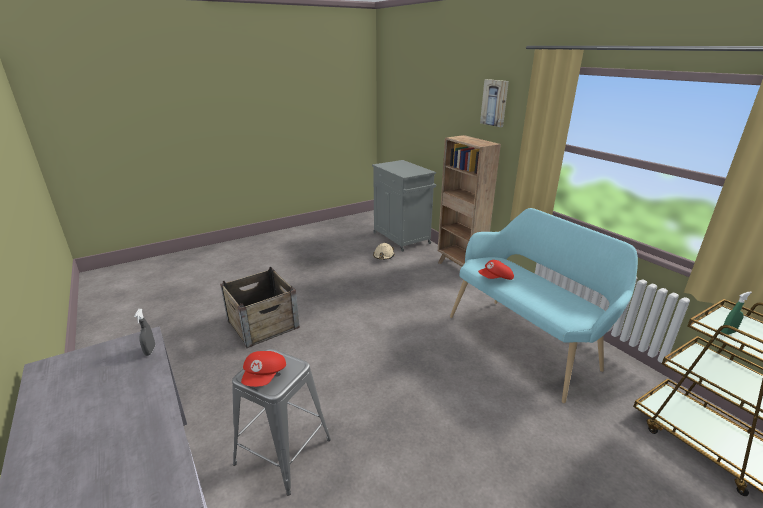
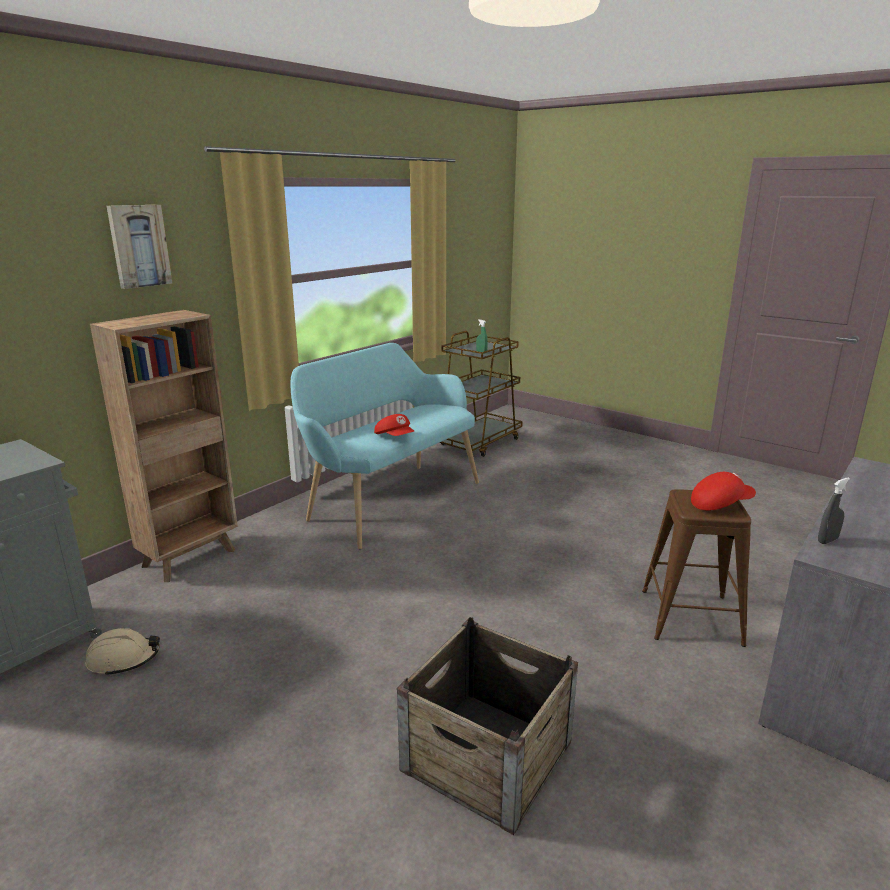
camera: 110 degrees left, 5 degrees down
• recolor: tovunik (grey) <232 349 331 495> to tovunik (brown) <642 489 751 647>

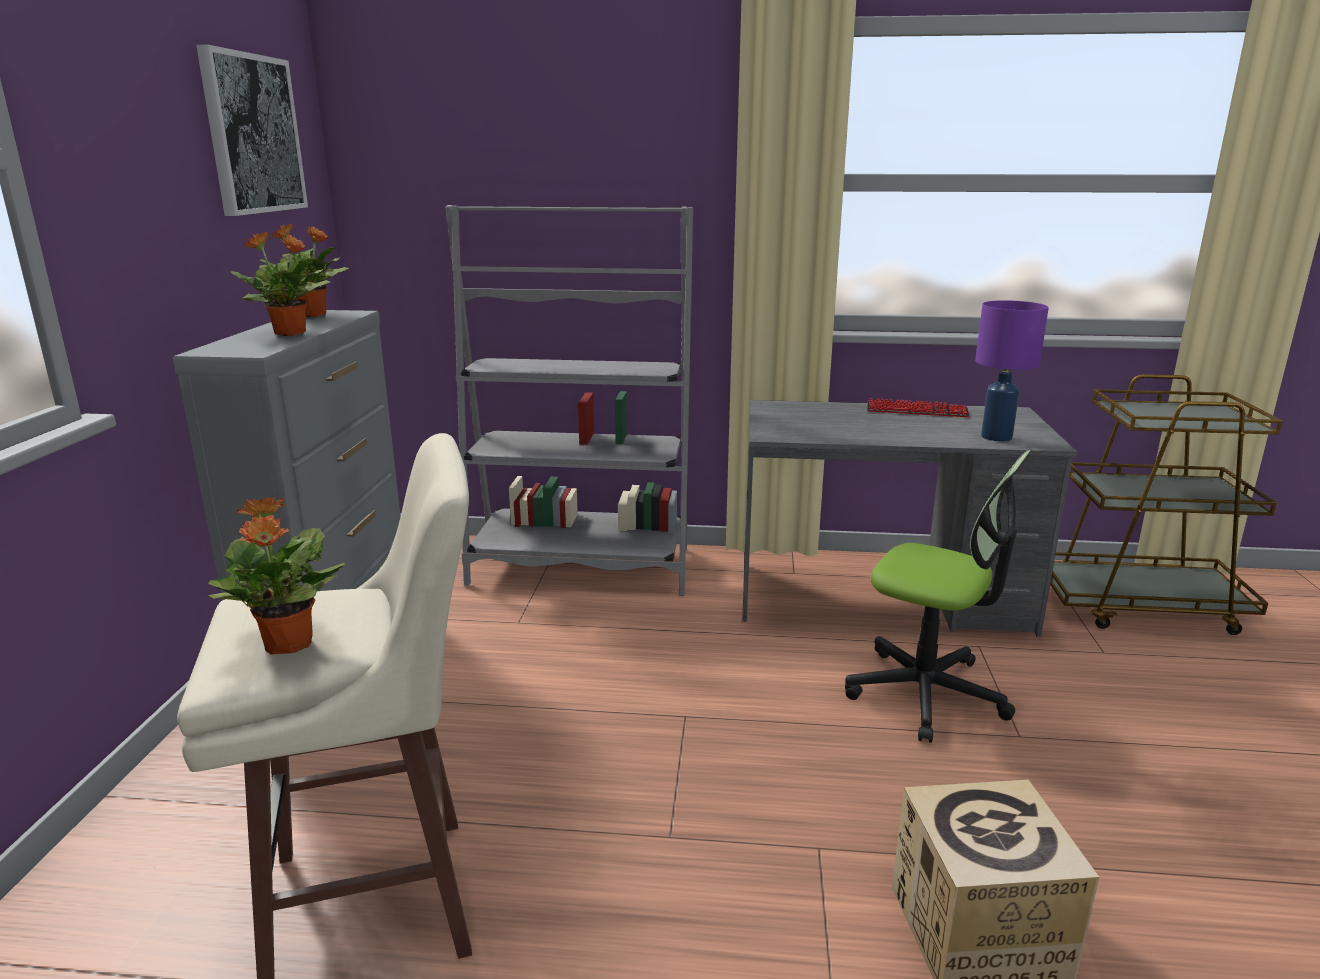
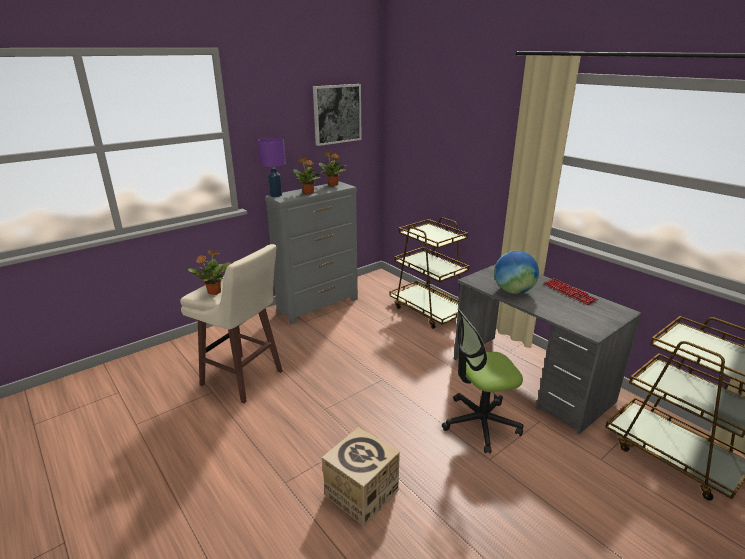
camera: 45 degrees right, 5 degrees up
• move: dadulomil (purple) <975 300 1049 441> to <258 138 286 197>
• replace: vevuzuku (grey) <445 205 693 596> to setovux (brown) <389 217 469 329>
• rotate: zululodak <845 450 1031 743> = <442 309 523 454> 90 degrees clockwise
• insert: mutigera <494 251 539 294>

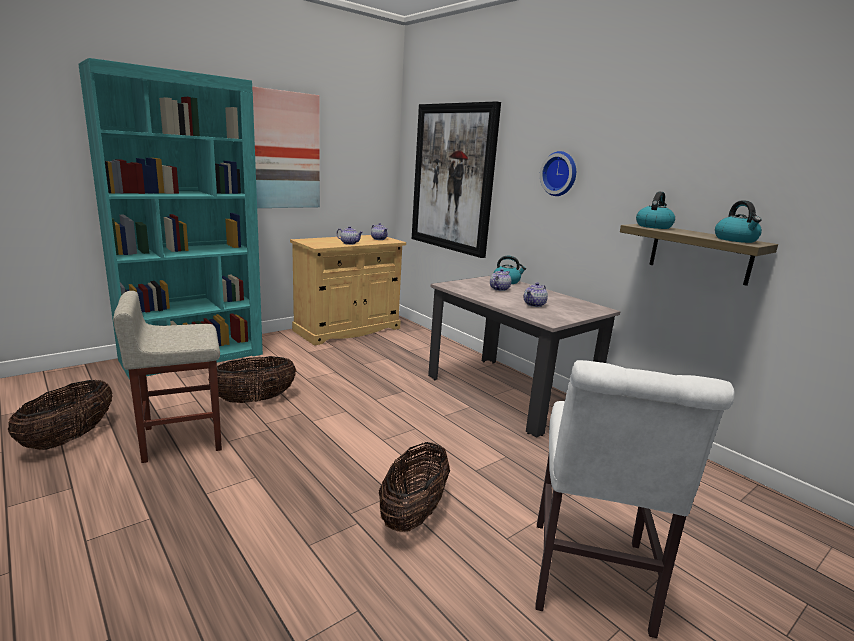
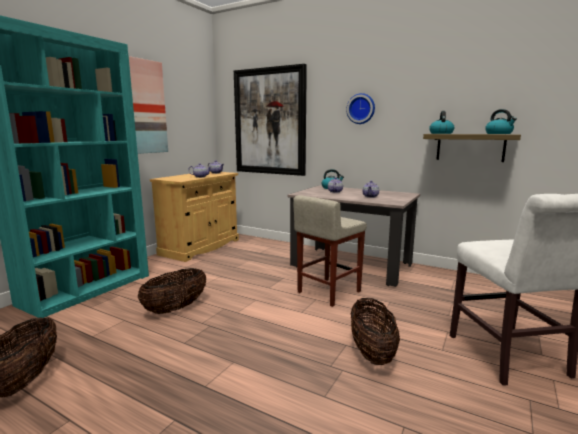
camera: 20 degrees left, 5 degrees down
• move: tovunik (beige) <113 291 222 463> to <293 195 367 307>

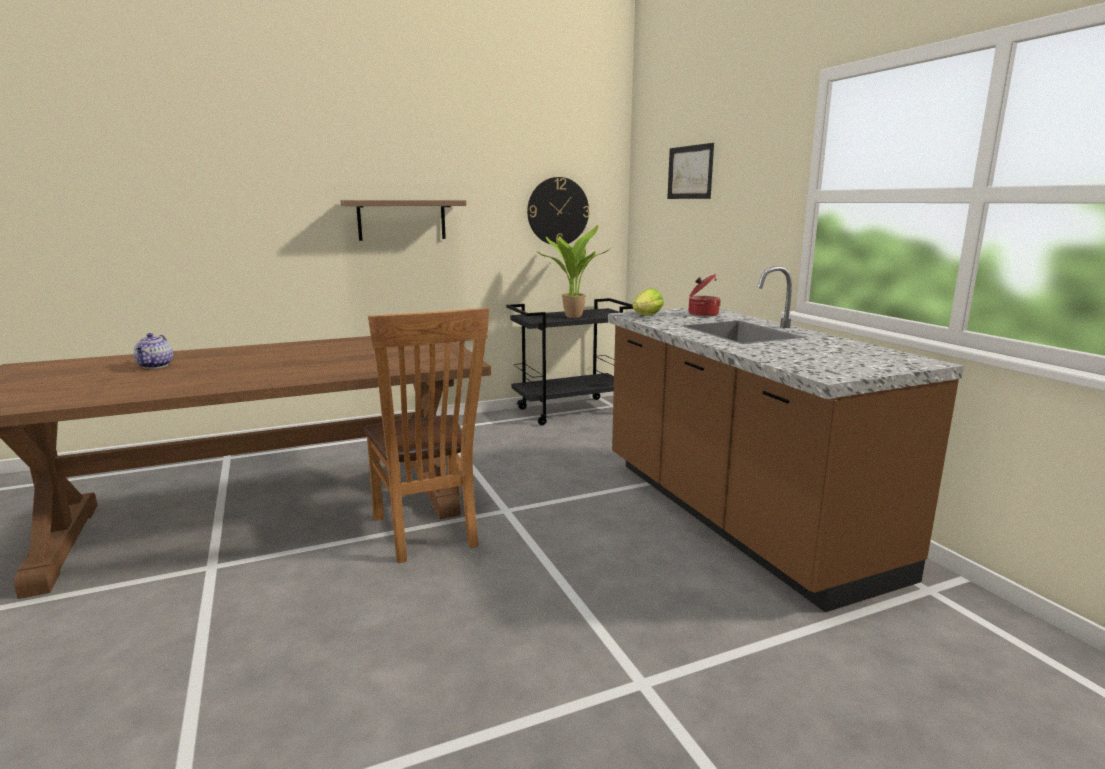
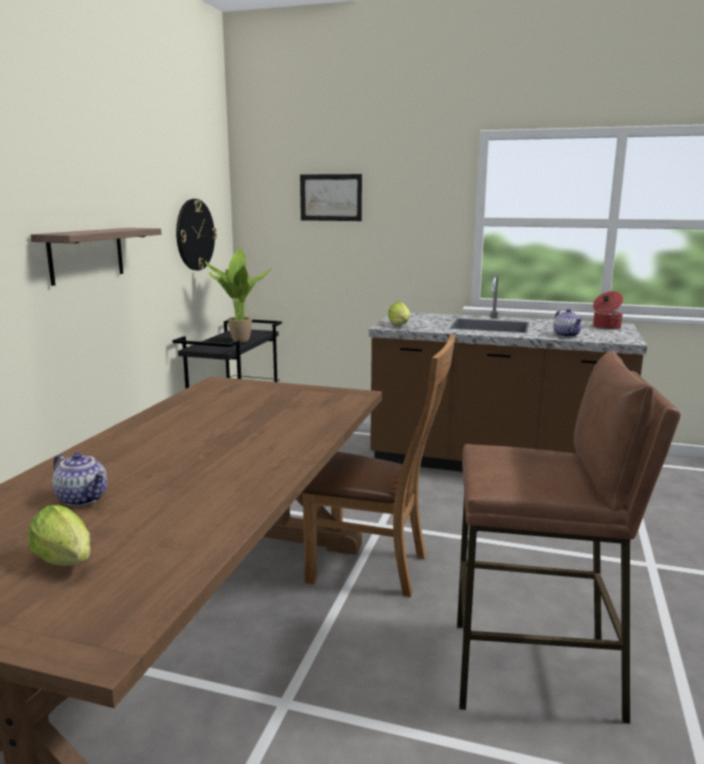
camera: 50 degrees left, 0 degrees up
• insert: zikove <28 505 90 566>
• insert: tovunik (brown) <457 350 681 724>
• insert: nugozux <553 309 582 337>
• move: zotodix <689 274 721 317> to <593 291 623 329>

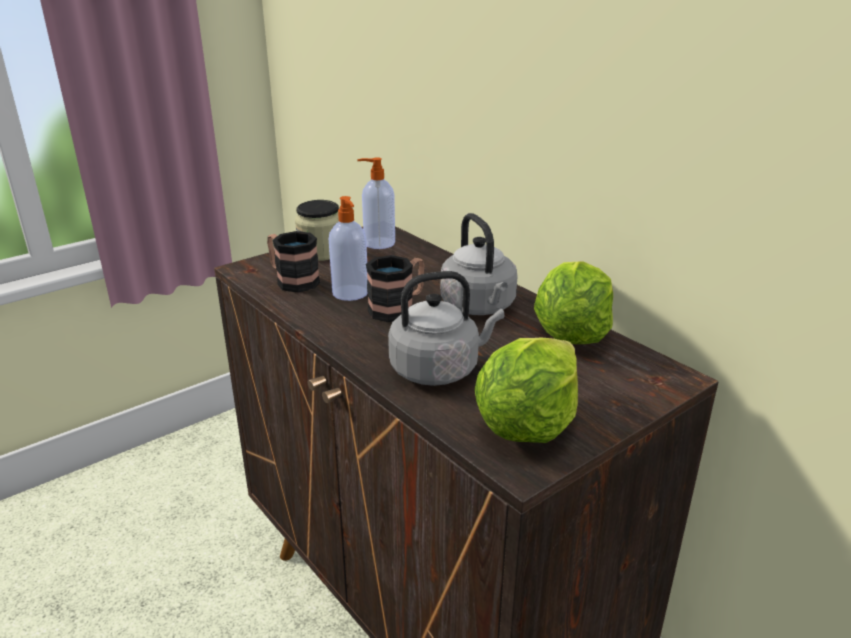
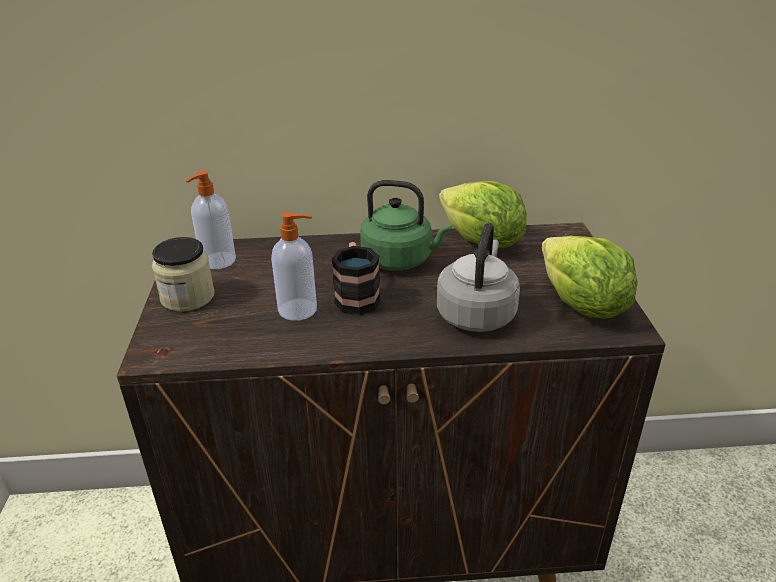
camera: 55 degrees left, 5 degrees up
• recolor: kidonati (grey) <440 213 518 315> to kidonati (green) <360 180 452 271>
• delete: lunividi <267 231 320 293>

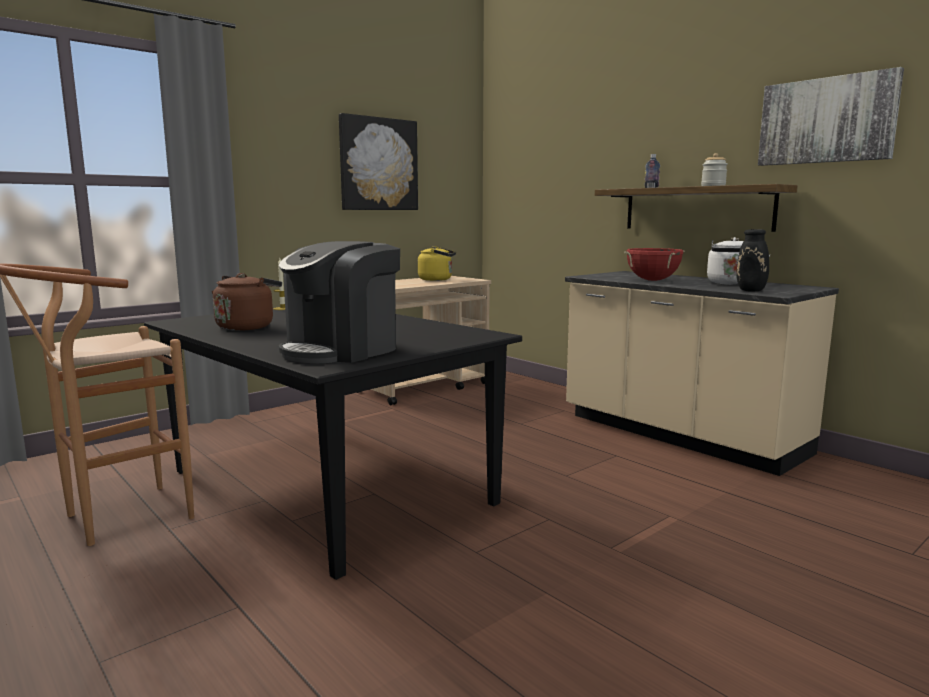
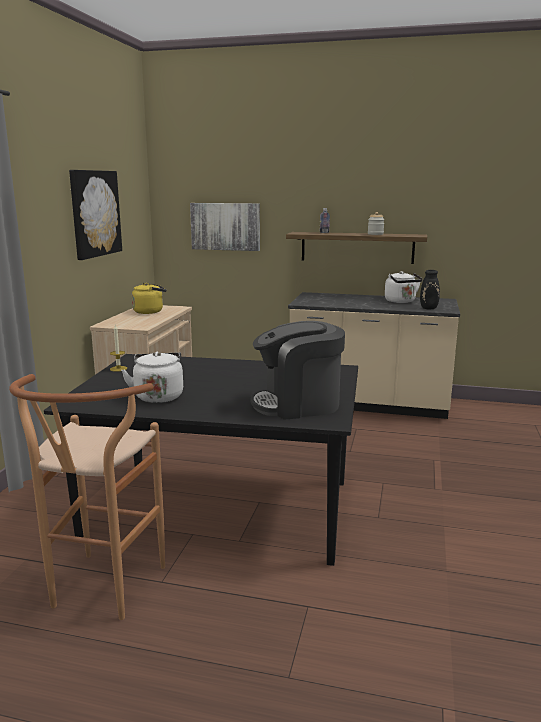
camera: 35 degrees left, 5 degrees up
• recolor: kidonati (brown) <212 273 282 331> to kidonati (white) <121 352 183 403>
• move: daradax <758 67 904 166> to <190 203 260 251>
• rotate: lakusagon <279 241 400 363> = <251 321 345 420> 75 degrees clockwise
• delete: zotodix (red) <624 248 685 281>

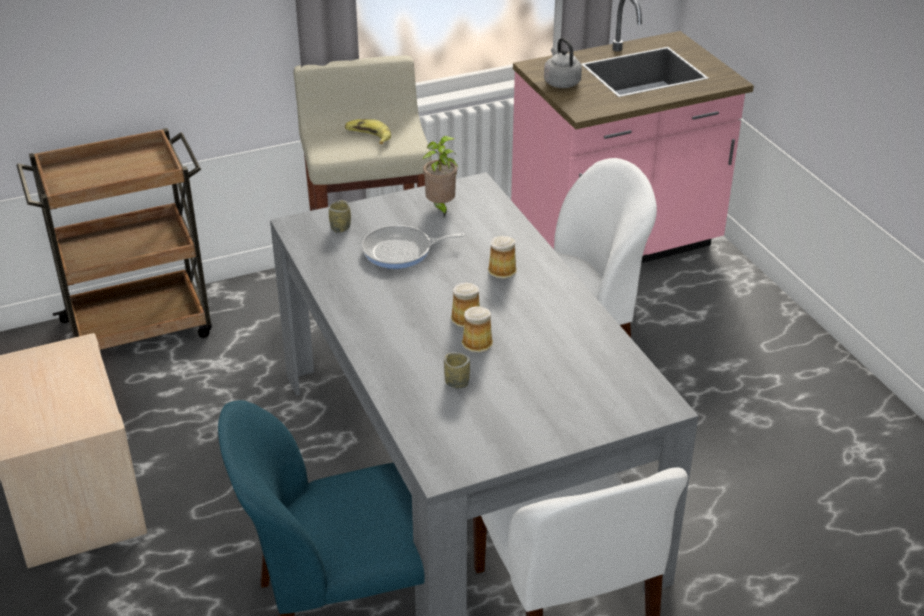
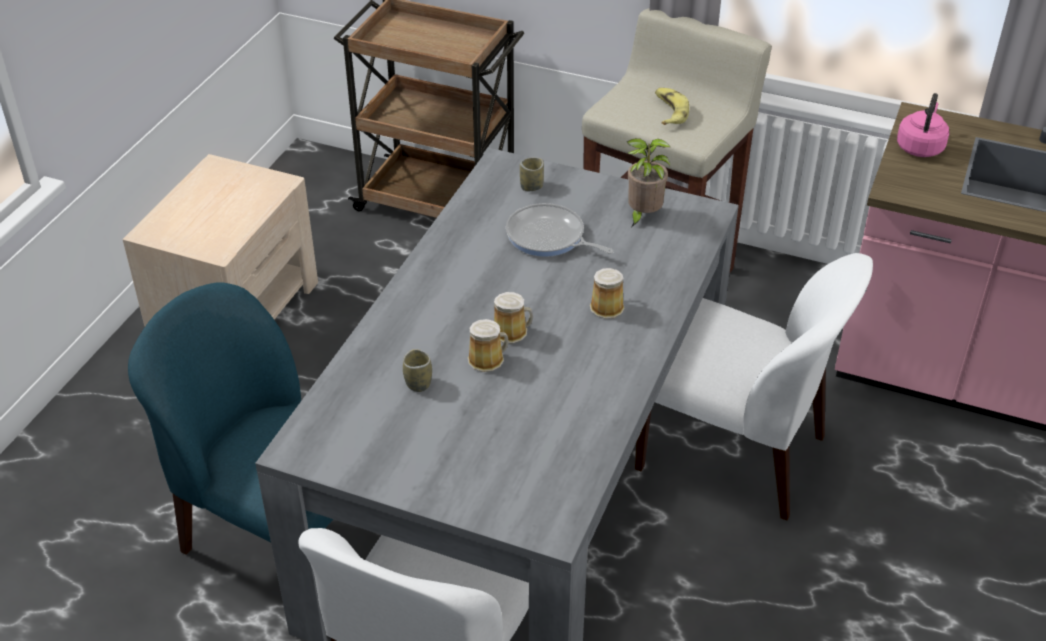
camera: 45 degrees right, 5 degrees up
• recolor: kidonati (grey) <544 38 582 88> to kidonati (pink) <897 93 949 157>

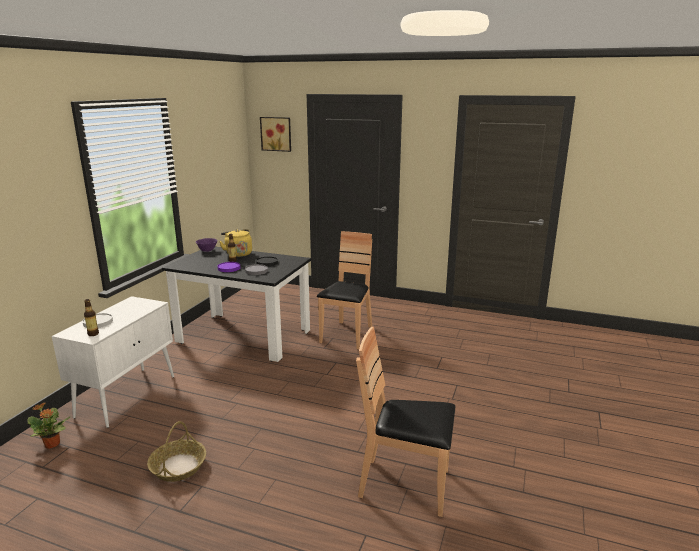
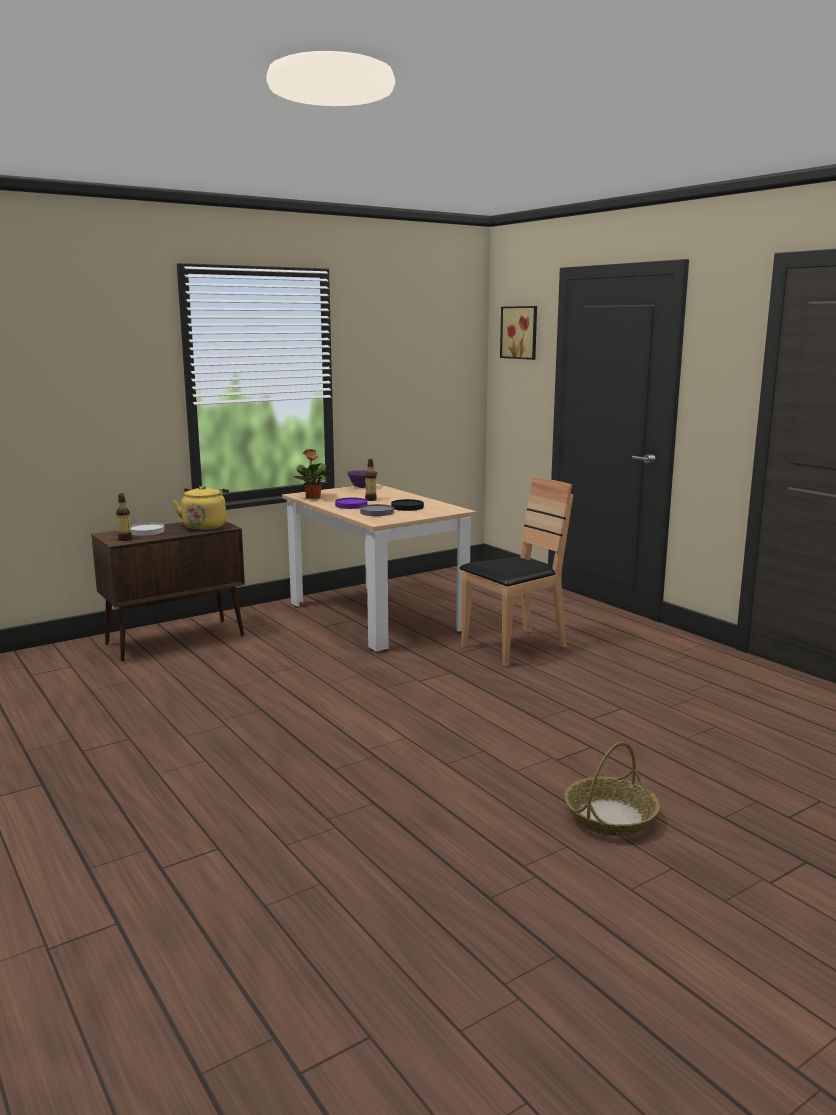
camera: 35 degrees right, 5 degrees down
• recolor: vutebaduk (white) <52 296 174 428> to vutebaduk (brown) <91 521 245 662>
• move: kidonati (yellow) <219 229 252 257> to <172 486 229 530>
• recolor: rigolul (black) <162 247 311 362> to rigolul (beige) <282 484 476 652>
• move: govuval <28 402 70 449> to <294 449 333 499>
• move: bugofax <147 421 206 482> to <564 742 660 836>
• delete: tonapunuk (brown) <356 327 455 517>

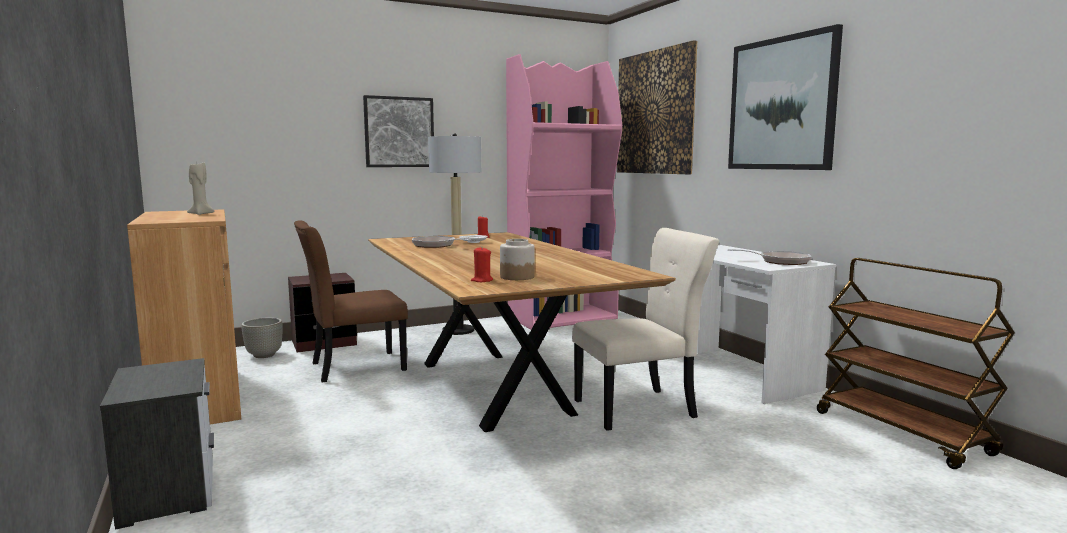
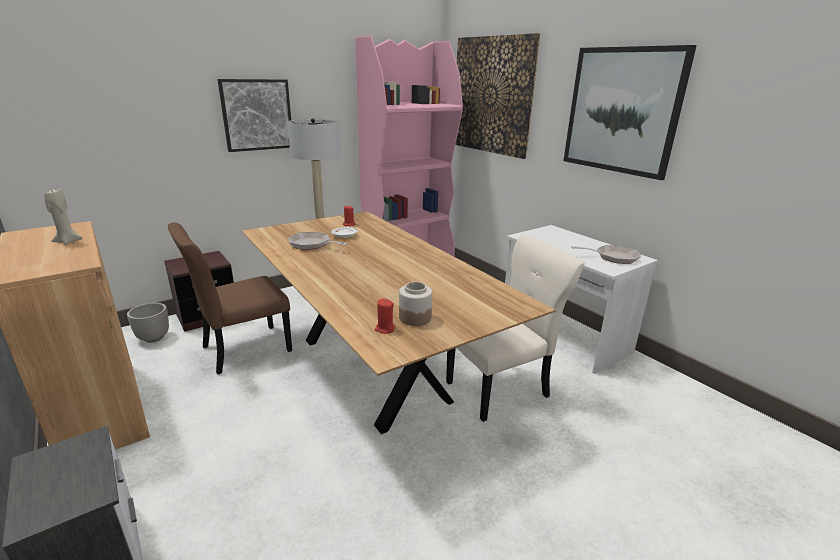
camera: 10 degrees left, 15 degrees up
• delete: setovux (brown) <817 258 1015 469>

